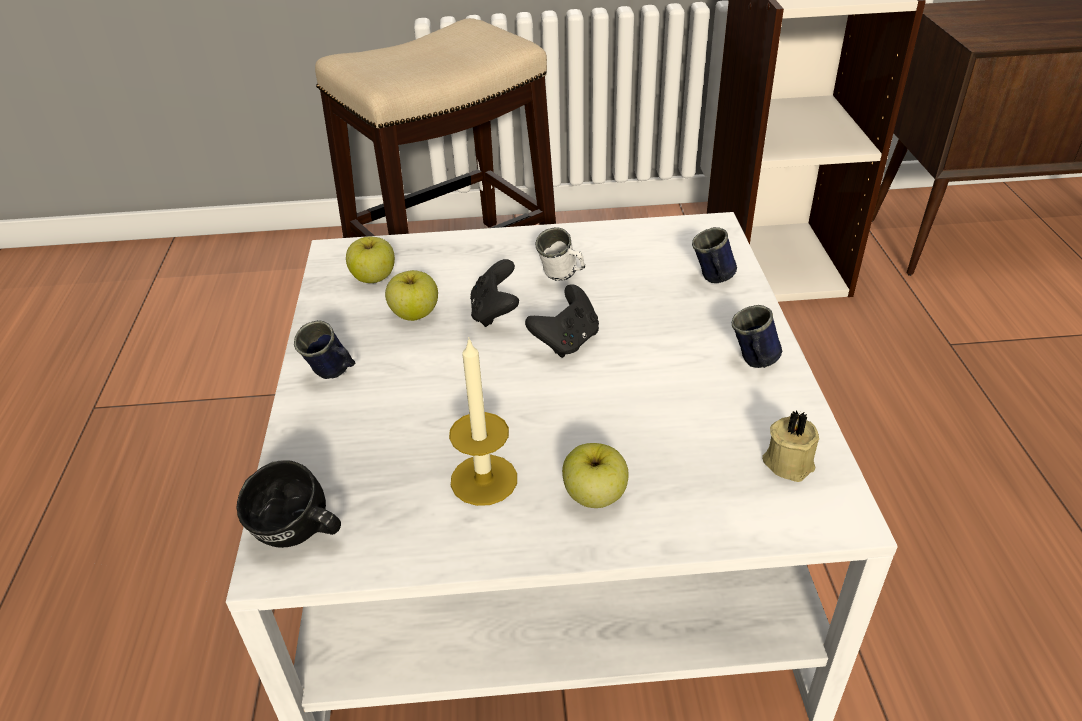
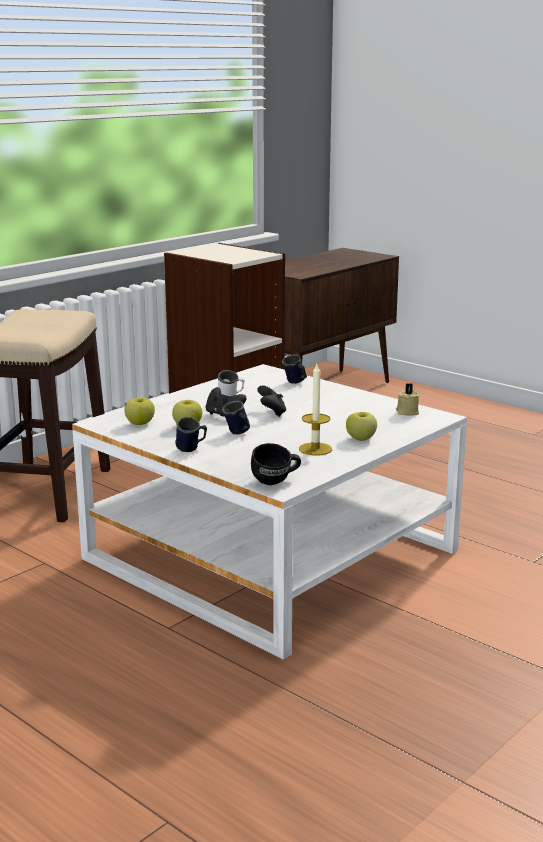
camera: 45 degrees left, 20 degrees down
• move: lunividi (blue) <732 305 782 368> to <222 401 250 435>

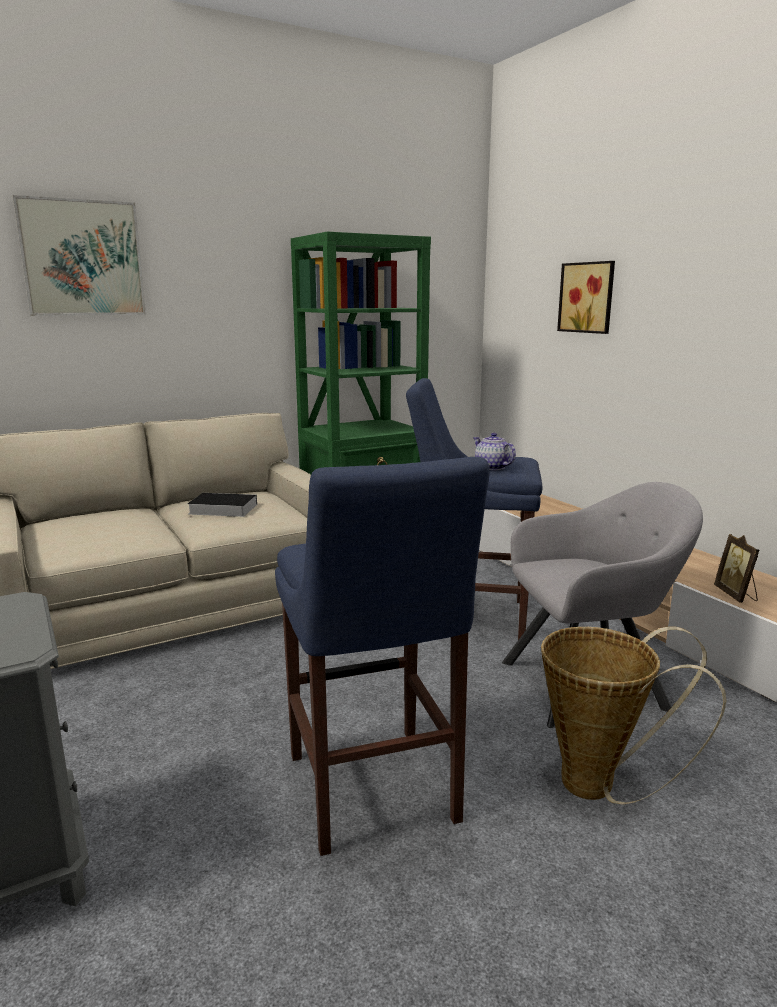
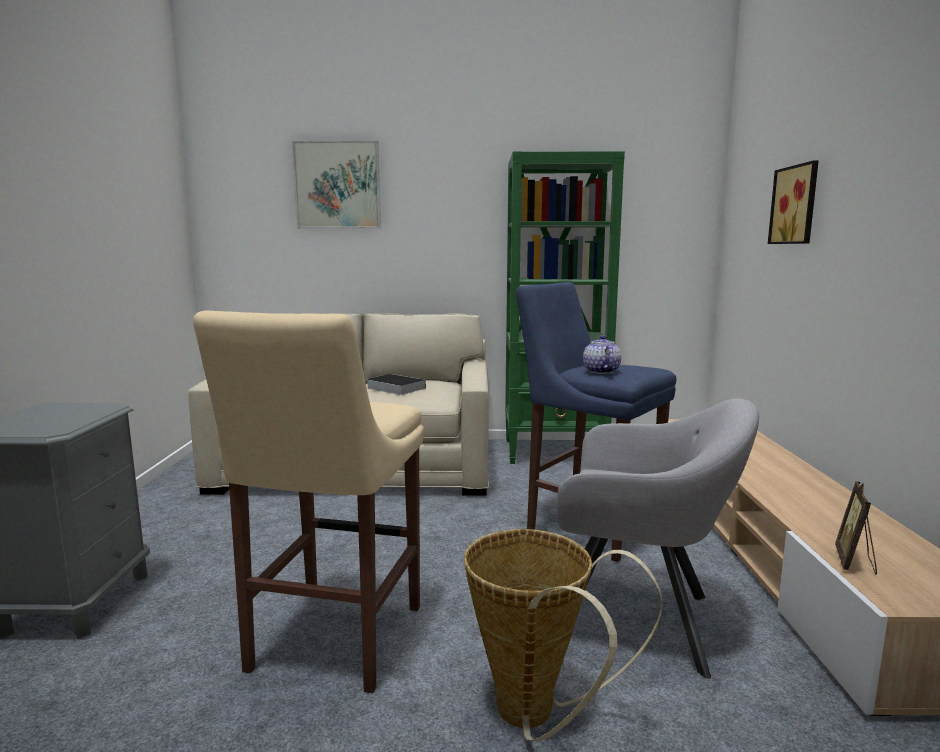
camera: 30 degrees right, 5 degrees down
• recolor: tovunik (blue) <275 457 490 856> to tovunik (beige) <193 311 424 693>

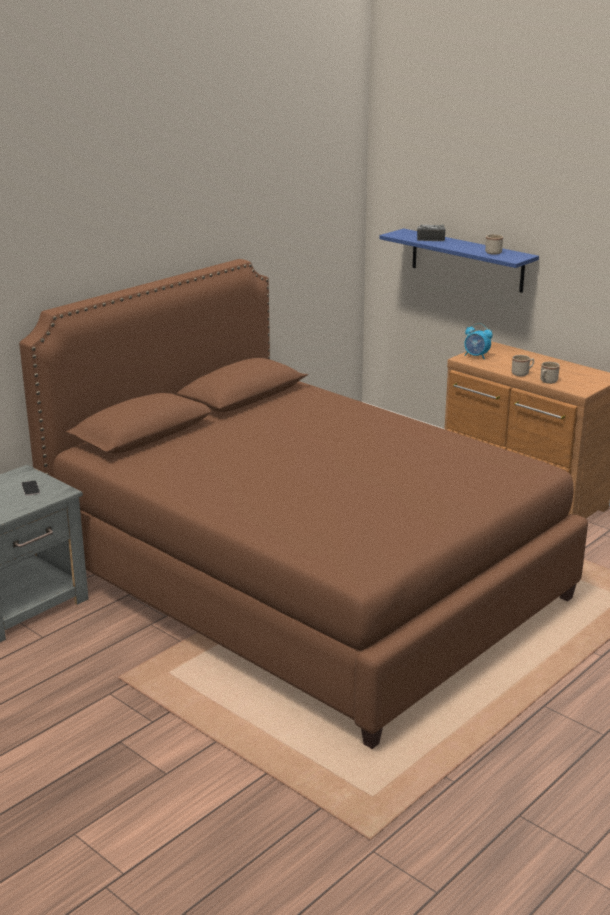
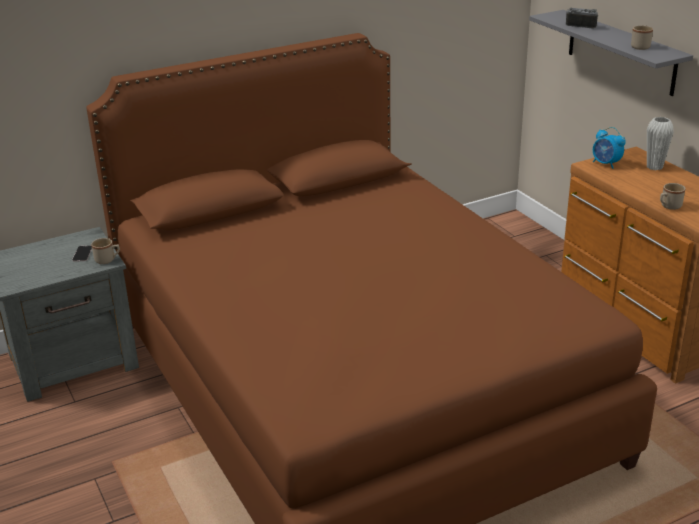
camera: 20 degrees right, 5 degrees up
• move: lunividi (beige) <512 355 534 376> to <91 238 120 264>
• recolor: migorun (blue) <379 229 539 293> to migorun (grey) <529 10 693 96>
• insert: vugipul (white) <647 117 674 170>

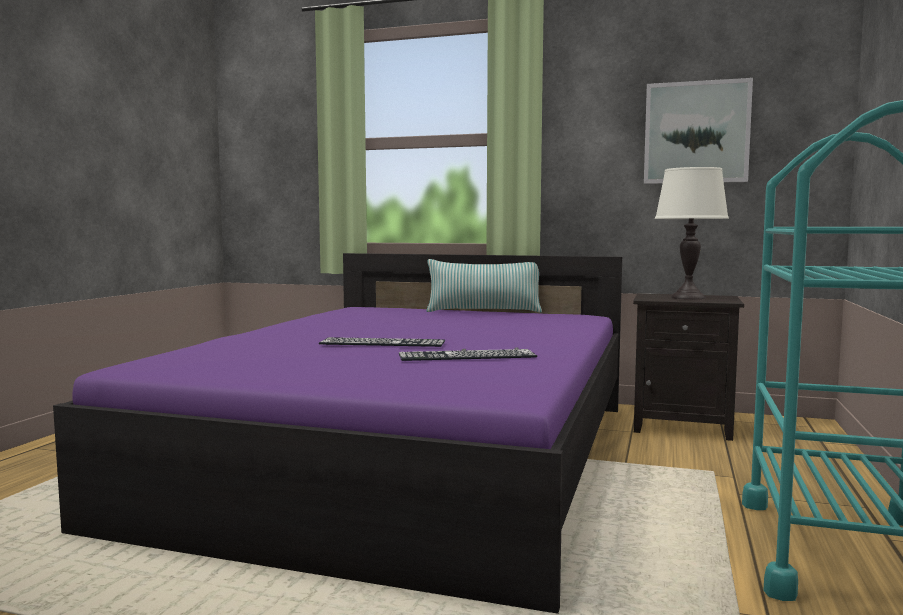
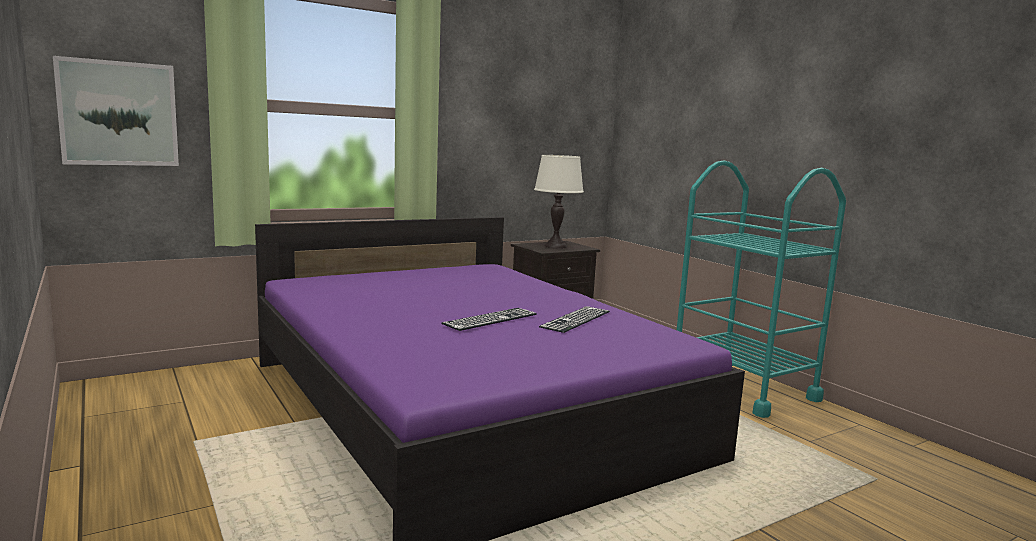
camera: 50 degrees left, 5 degrees up
• move: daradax <644 78 753 184> to <53 56 179 166>
• delete: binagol <426 259 542 312>

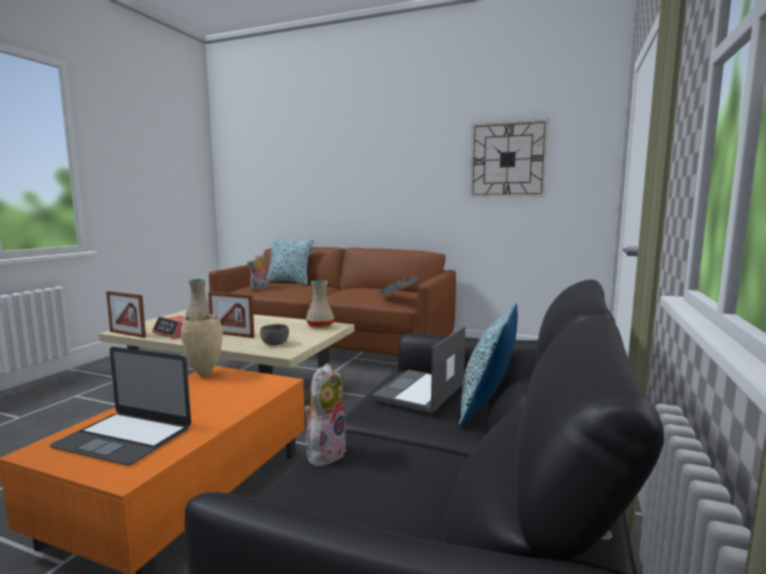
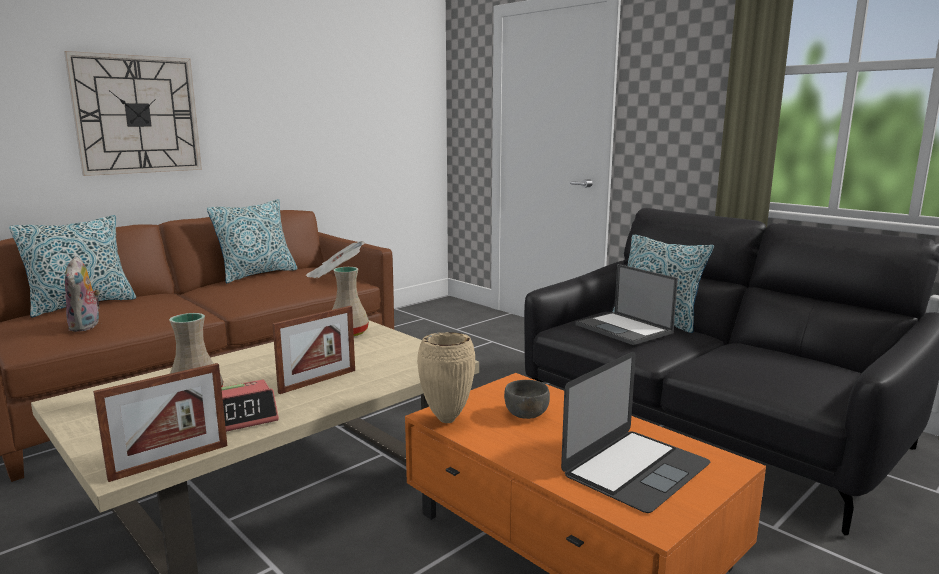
camera: 65 degrees left, 5 degrees up
• move: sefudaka <469 118 549 198> to <64 51 202 176>
• insert: binagol <207 199 298 283>
• move: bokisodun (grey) <260 324 289 345> to <504 380 550 419>
• delete: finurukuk <304 363 347 467>

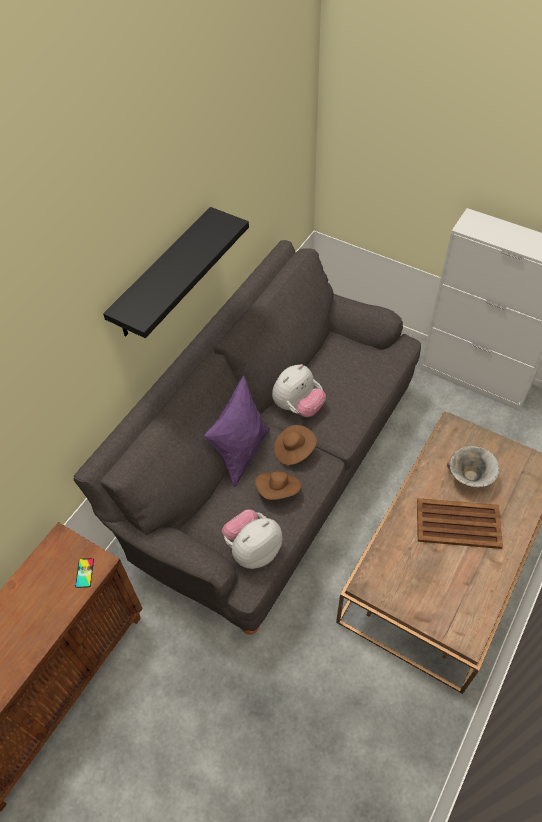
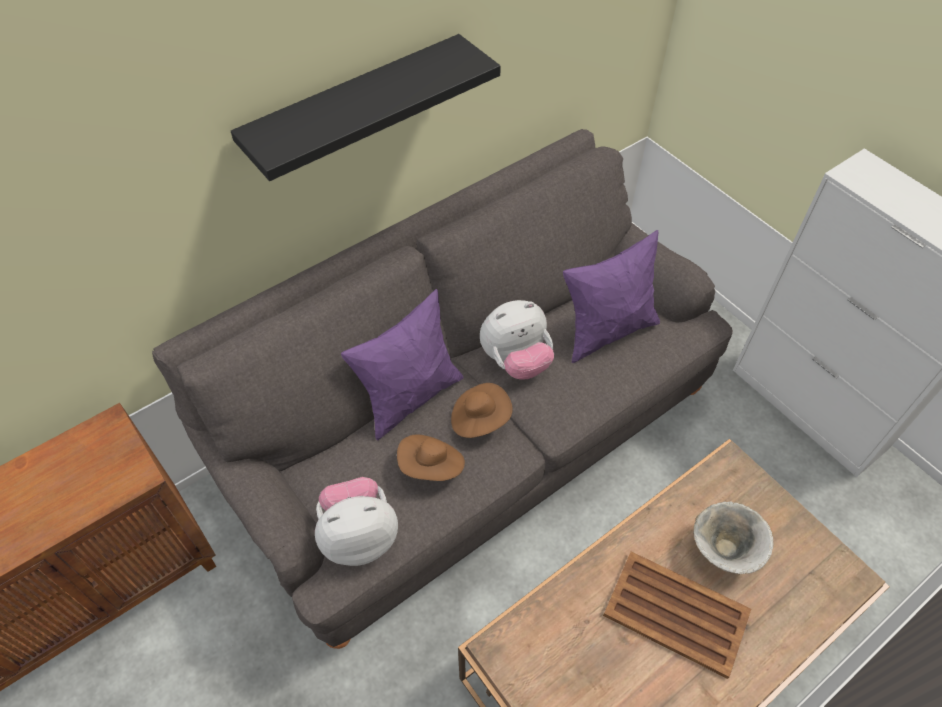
camera: 20 degrees right, 0 degrees up
• insert: binagol (purple) <563 230 660 363>
• delete: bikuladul <75 558 94 588>

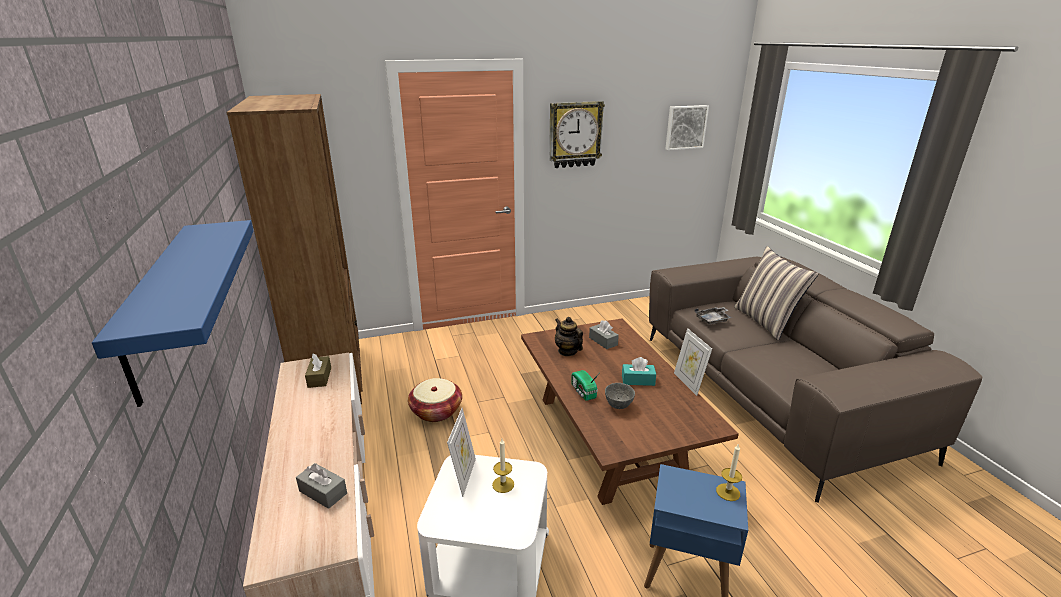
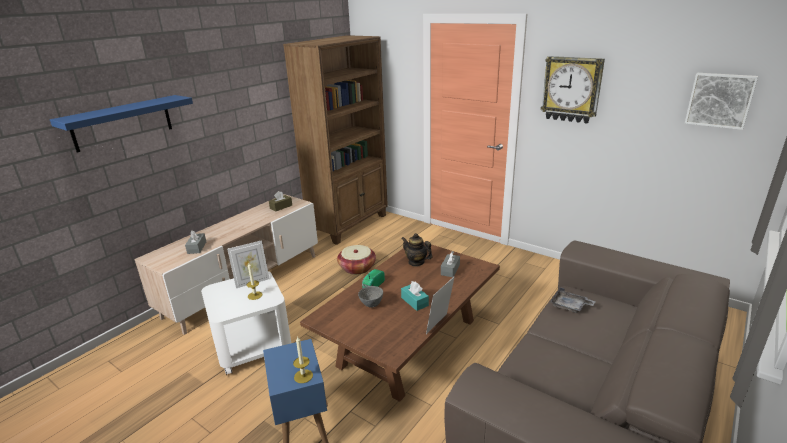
camera: 55 degrees right, 0 degrees up
• rotate: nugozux <555 317 583 356> = <401 233 433 267> 75 degrees counterclockwise
• delete: binagol <734 246 819 341>

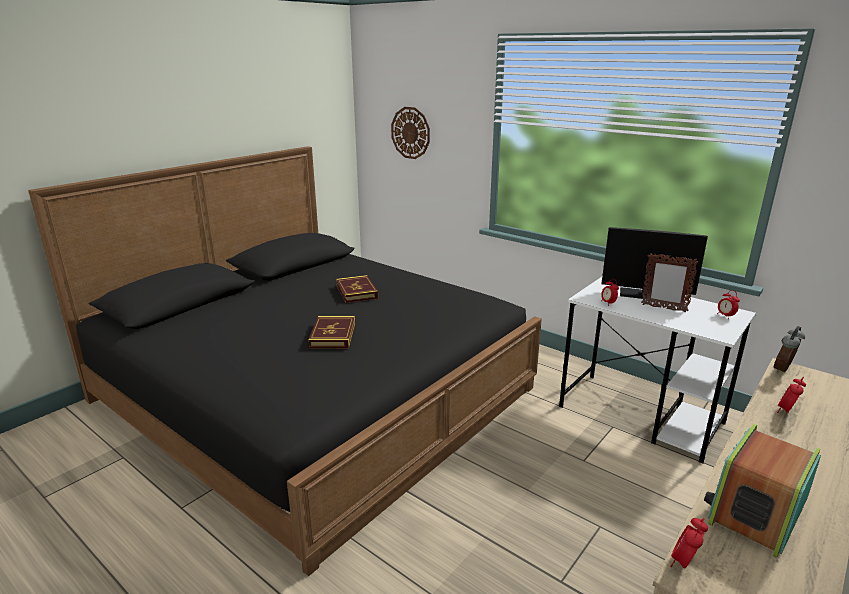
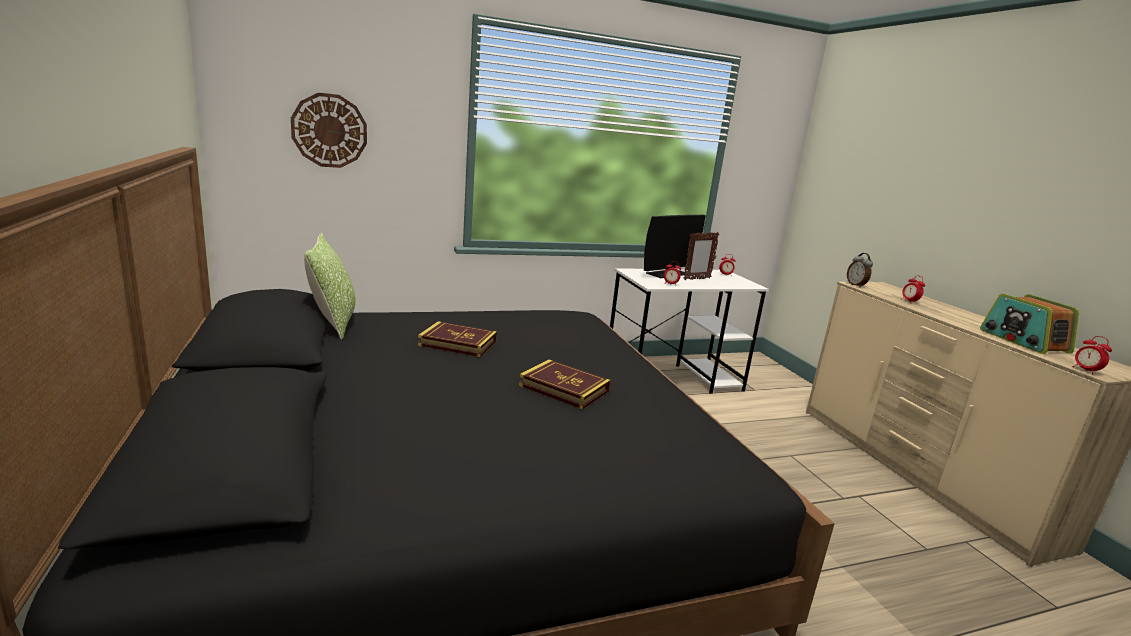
camera: 60 degrees left, 5 degrees down
• insert: binagol <304 233 355 340>

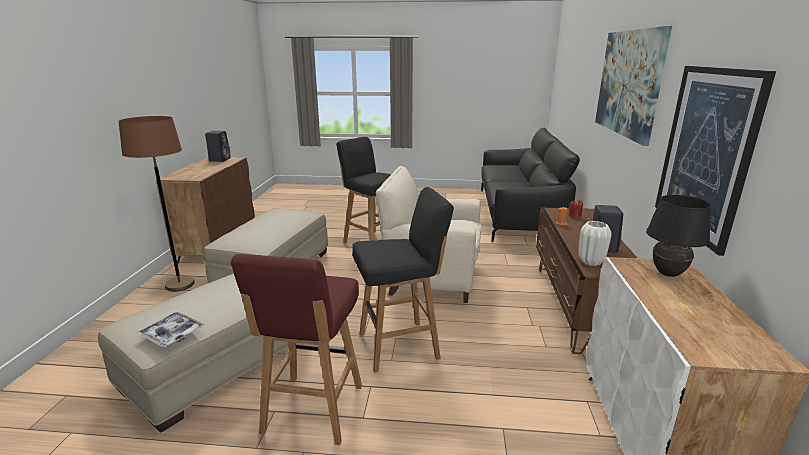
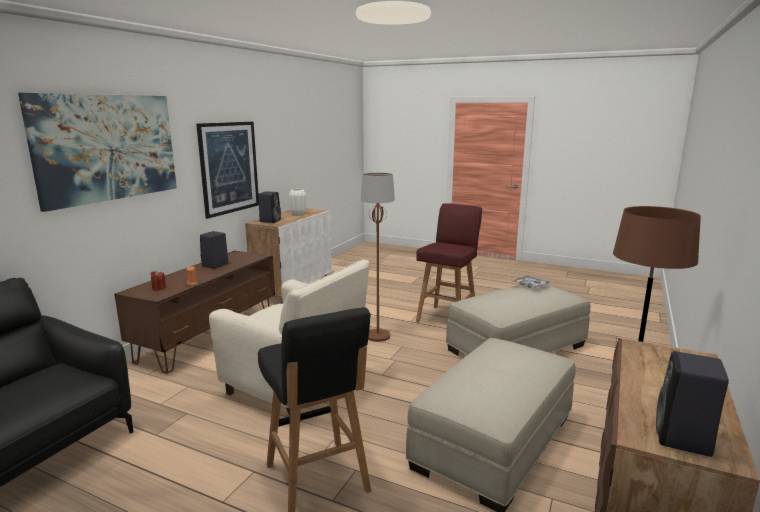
camera: 160 degrees left, 5 degrees down
• replace: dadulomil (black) <646 195 712 277> to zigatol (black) <258 191 281 223>
• move: vugipul (white) <578 221 612 266> to <289 189 306 215>
• replace: tovunik (black) <352 187 454 373> to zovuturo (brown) <361 173 395 342>

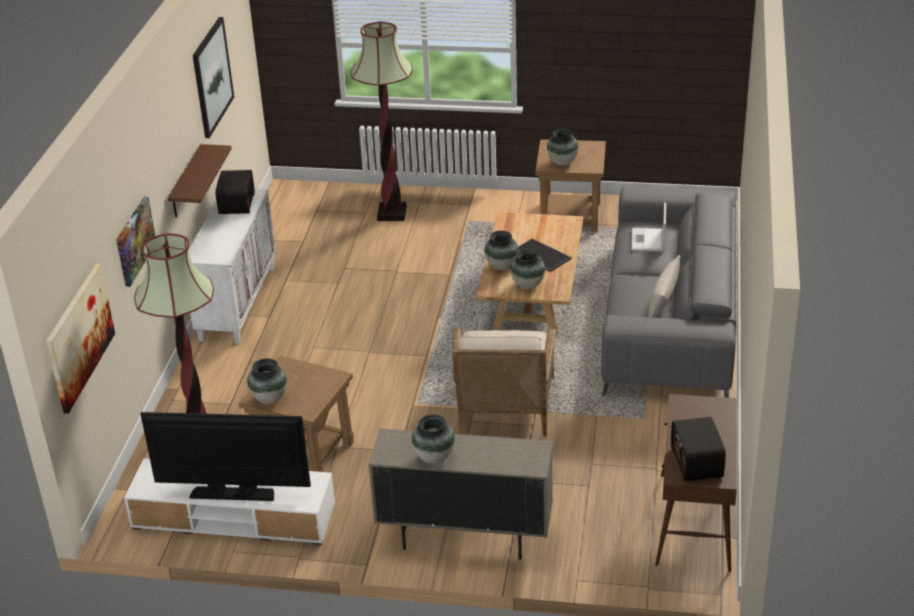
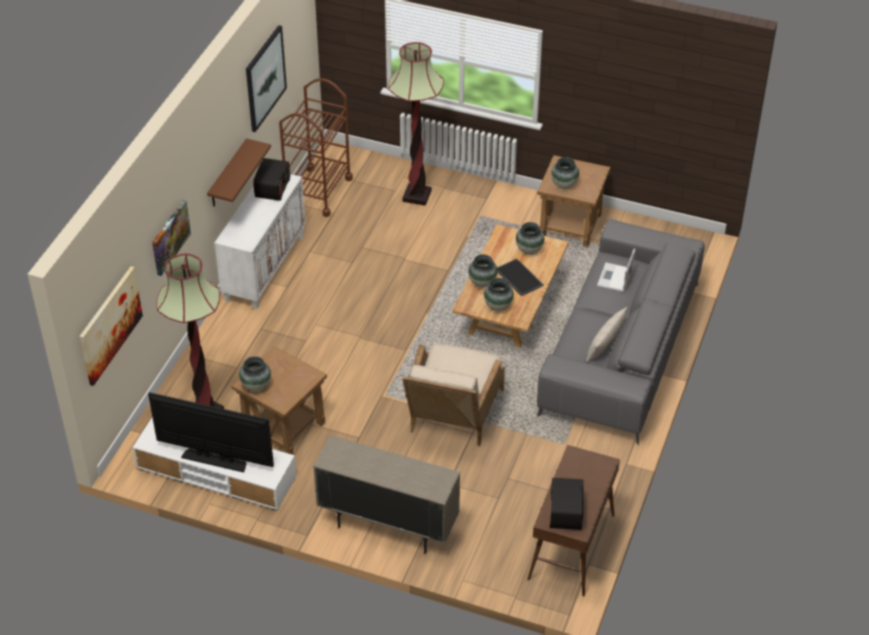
camera: 10 degrees right, 10 degrees up
• insert: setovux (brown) <279 78 353 217>
• move: vugipul <412 414 455 464> to <516 222 544 255>

